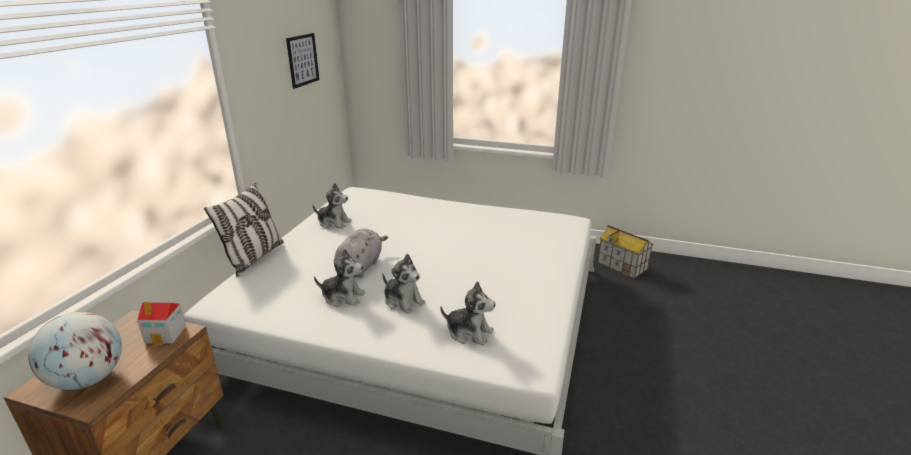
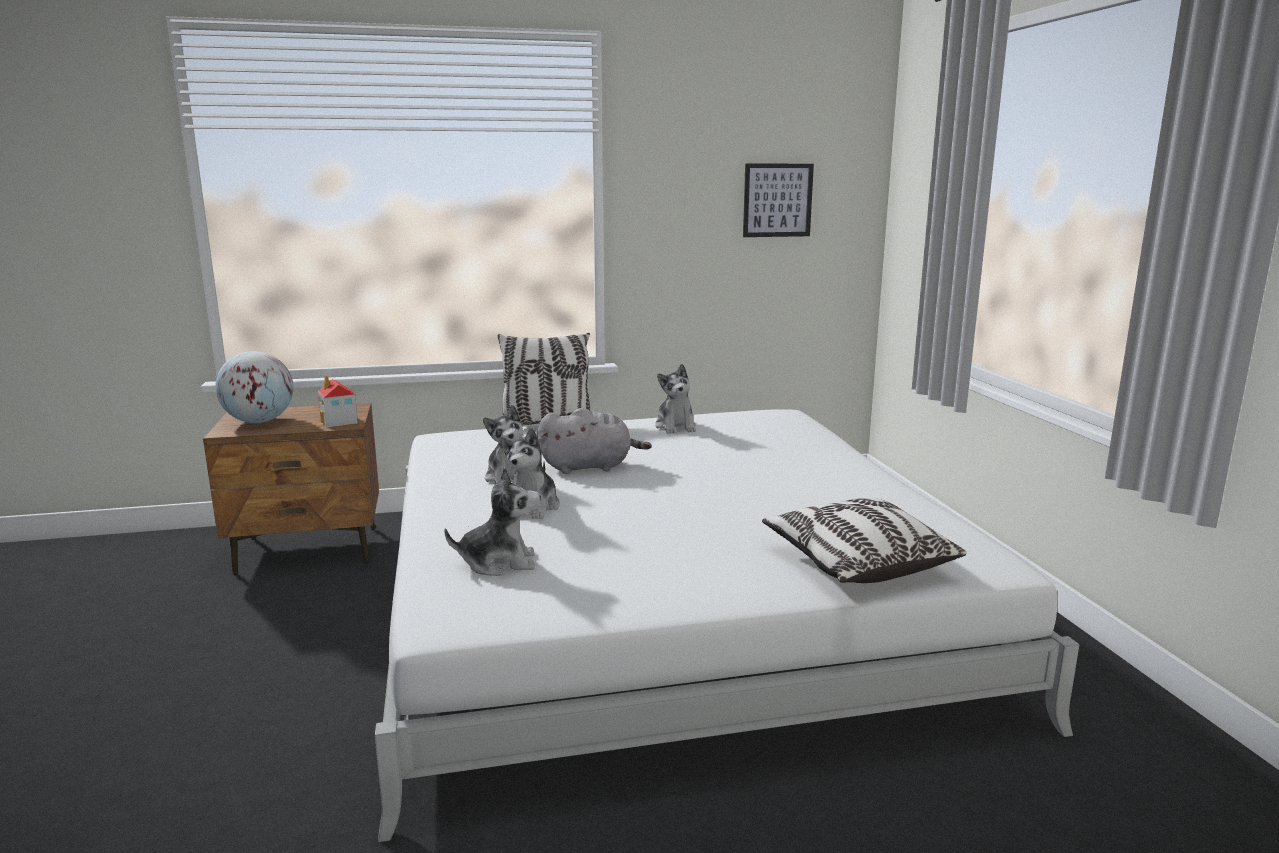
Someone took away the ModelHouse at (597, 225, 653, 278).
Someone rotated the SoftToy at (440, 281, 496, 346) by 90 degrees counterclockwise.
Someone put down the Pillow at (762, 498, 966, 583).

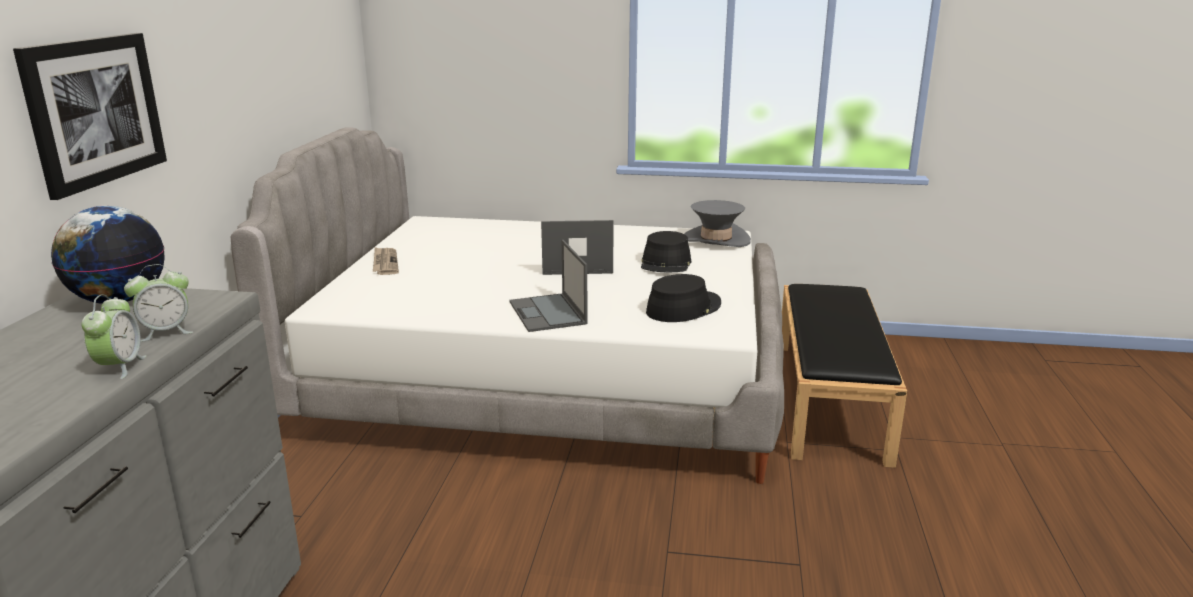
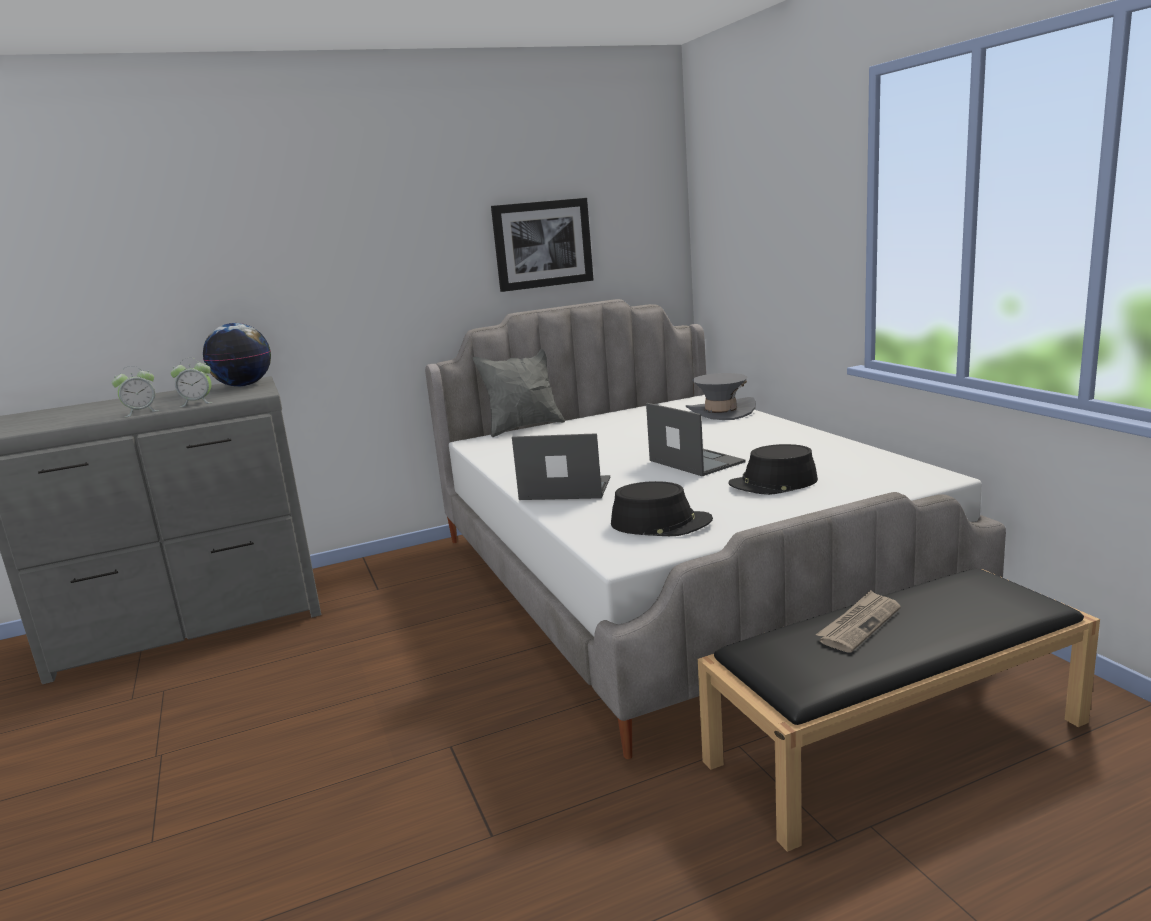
Someone carried the WallArt from (13, 33, 167, 200) to (491, 198, 594, 292).
Someone carried the GrayClothingHat from (684, 200, 751, 247) to (686, 373, 756, 420).
Someone rotated the Laptop at (509, 240, 588, 332) by 60 degrees clockwise.
Someone carried the Newspaper from (373, 247, 399, 275) to (816, 590, 901, 653).
Someone rotated the AlarmClock at (124, 264, 193, 342) by 45 degrees counterclockwise.
Someone put down the GrayPillow at (473, 349, 565, 437).

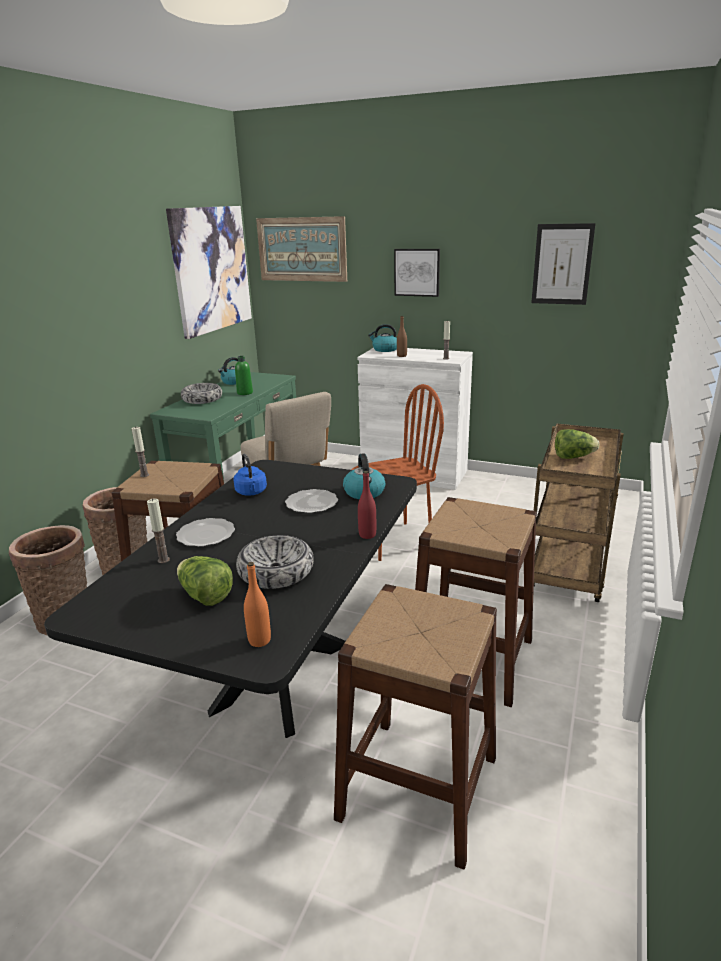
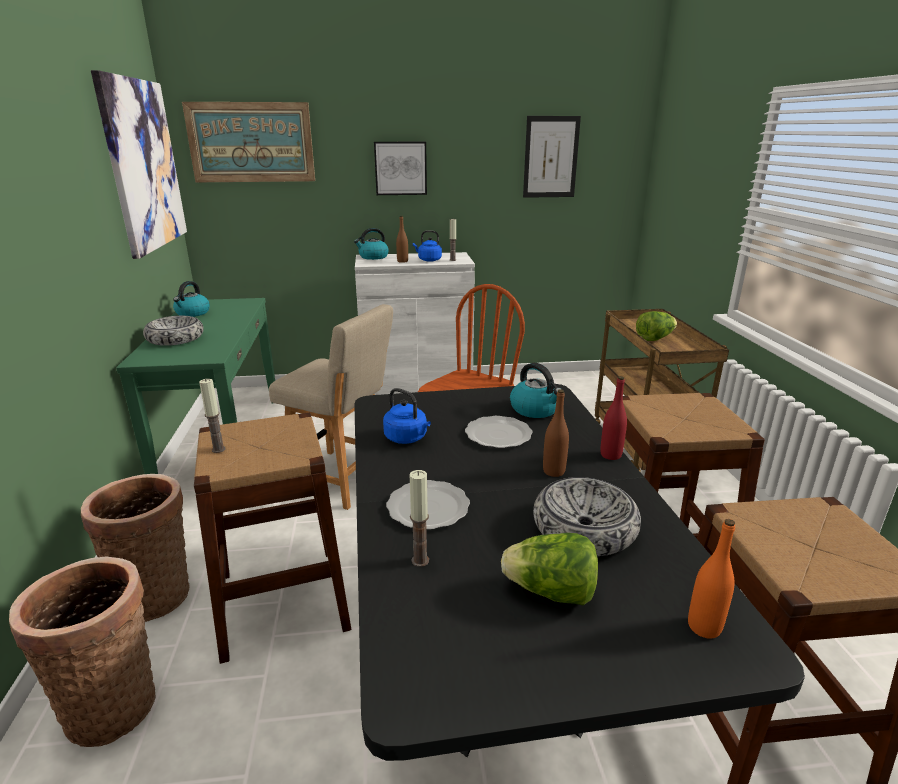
Someone took away the GreenColouredBottle at (235, 356, 253, 395).
Someone put down the BluishTeaKettle at (413, 230, 442, 262).
Someone put down the BrownishBottle at (543, 389, 569, 477).

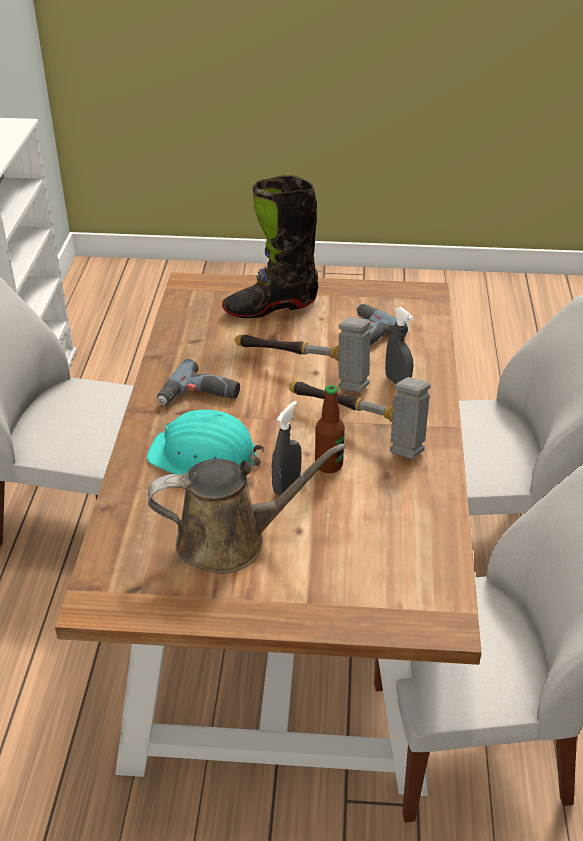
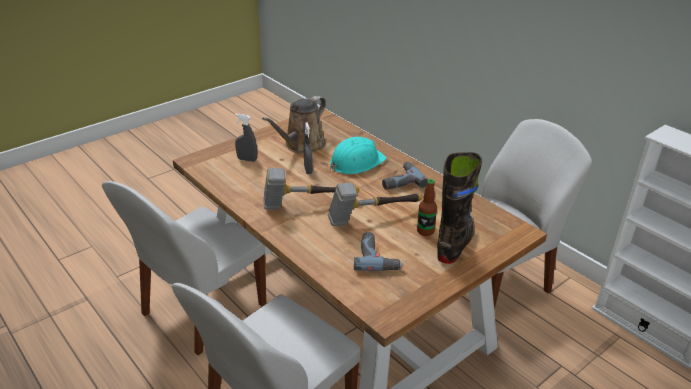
Someone carried the GraySprayer from (385, 307, 414, 384) to (235, 114, 257, 162).
Someone carried the Bottle from (315, 385, 345, 473) to (417, 179, 437, 236).

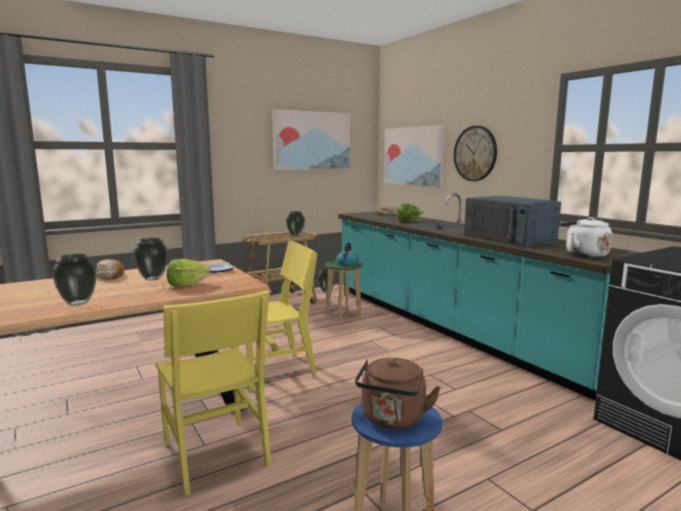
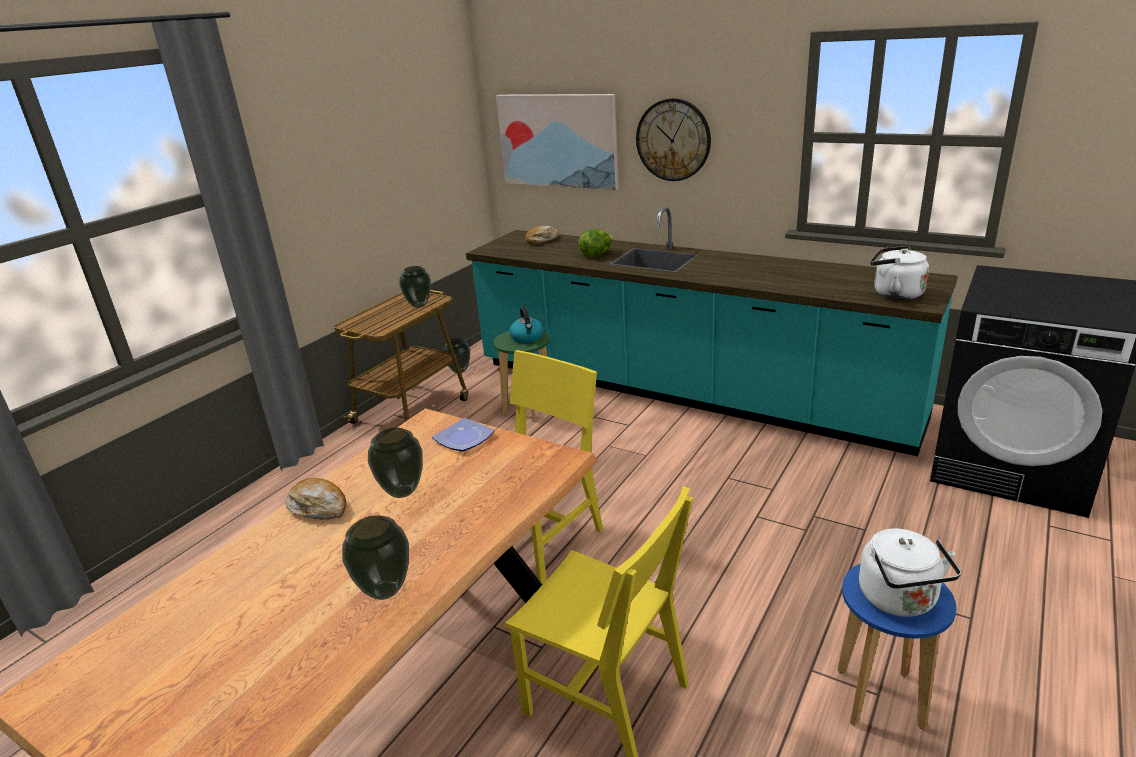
Someone took away the WallArt at (272, 109, 350, 170).
Someone took away the BluishMicrowave at (464, 196, 561, 247).
Someone took away the HeadOfLettuce at (166, 259, 211, 287).
Someone repainted the BrownishTeaKettle at (355, 358, 441, 429), which became the WhiteTeaKettle at (859, 529, 961, 617).

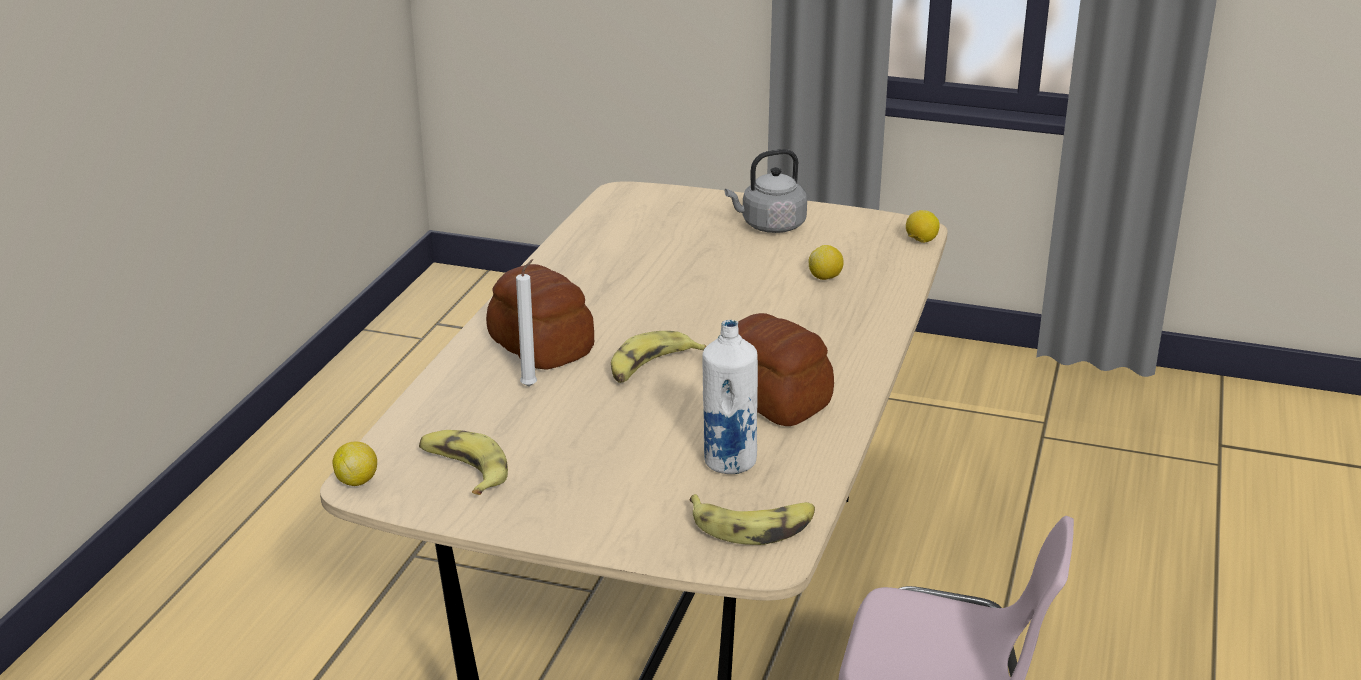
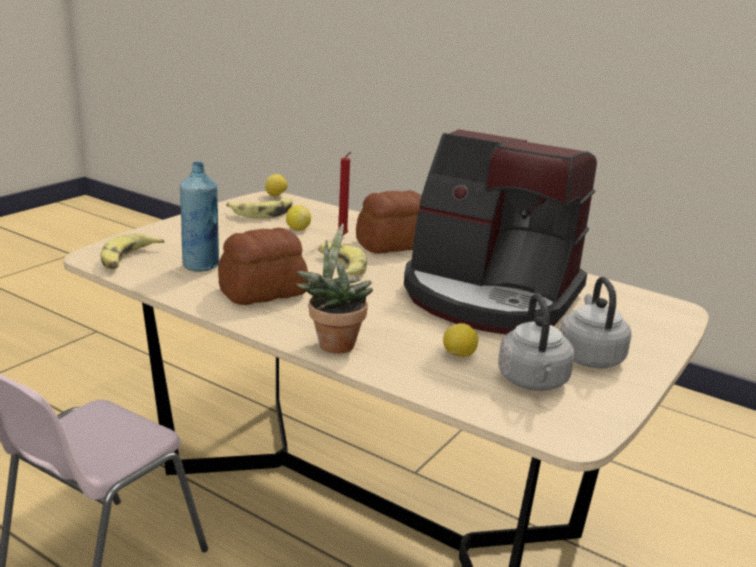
Someone carried the CitrusFruit from (906, 210, 940, 243) to (286, 205, 311, 230).
Someone repainted the WhiteWaxLight at (516, 259, 537, 387), which became the ReddishWaxLight at (337, 152, 351, 235).
Someone repainted the WhiteBottle at (702, 320, 758, 474), which became the BluishBottle at (180, 162, 219, 272).
Someone put down the CoffeeMaker at (404, 129, 597, 335).
Someone put down the PlantInAPot at (296, 224, 373, 354).
Someone put down the GrayTeaKettle at (498, 293, 575, 391).

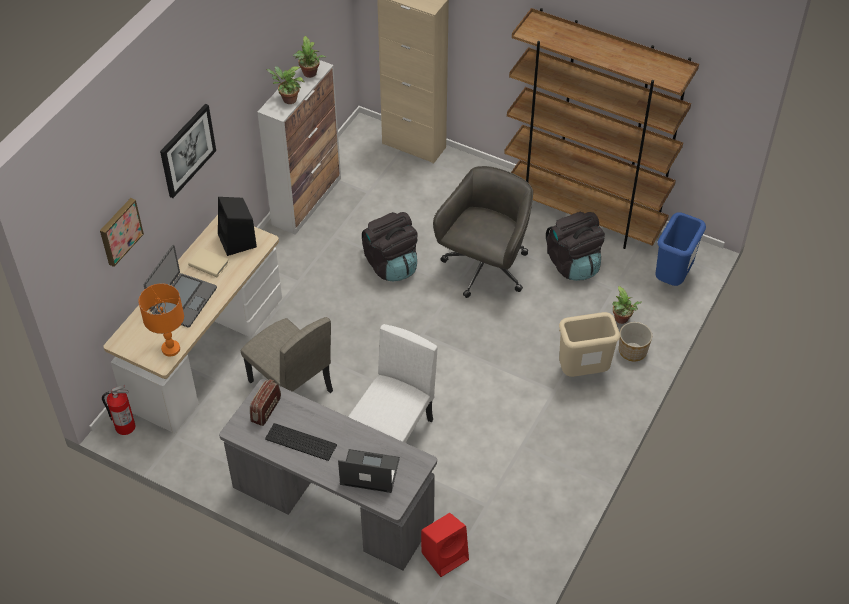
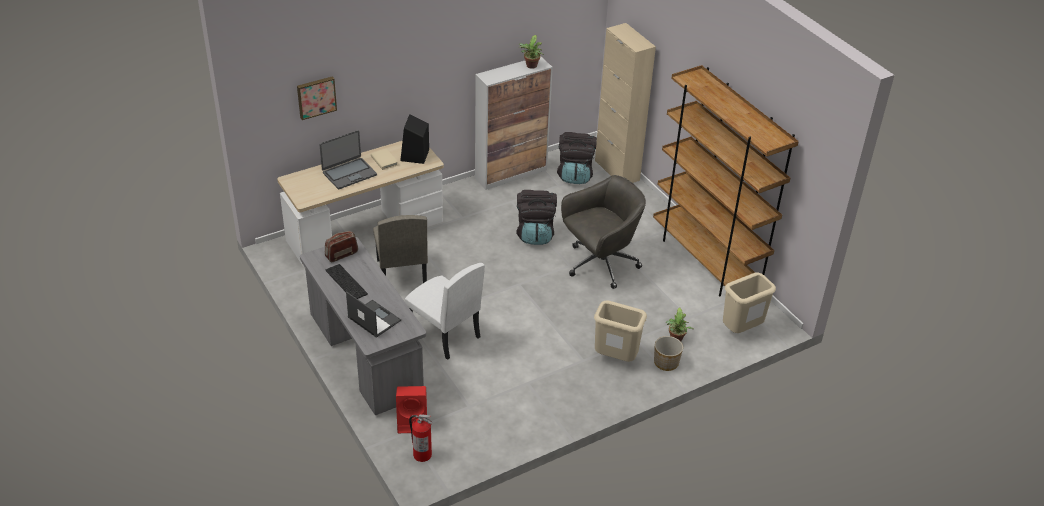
Someone took away the PlantInAPot at (266, 66, 305, 104).
Someone took away the WallArt at (160, 104, 216, 198).
Someone carried the BlackishRucksack from (546, 212, 605, 281) to (557, 132, 597, 184).
Someone repainted the BluishRubbishBin at (655, 212, 706, 286), which became the SandColouredRubbishBin at (723, 272, 776, 333).
Someone took away the OrangeyLampForATable at (139, 283, 184, 356).
Someone rotated the WhiteUprightChair at (348, 324, 437, 443) by 75 degrees clockwise.
Someone carried the FireExtinguisher from (102, 385, 135, 435) to (409, 414, 433, 462).

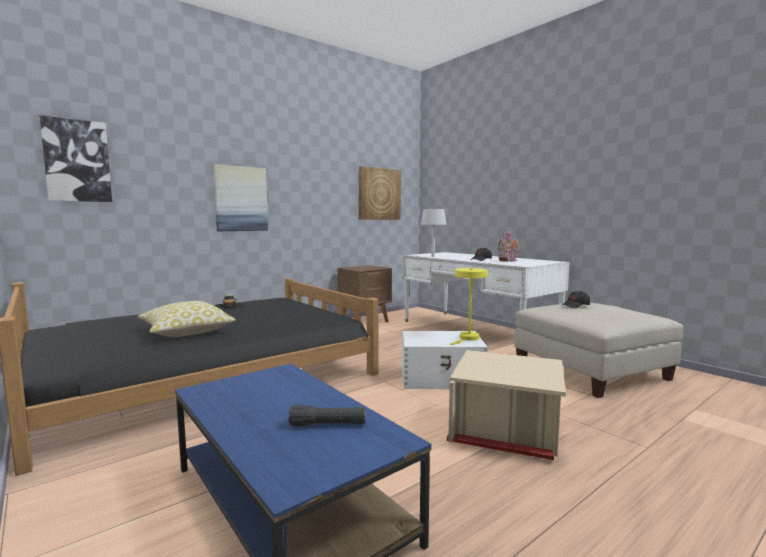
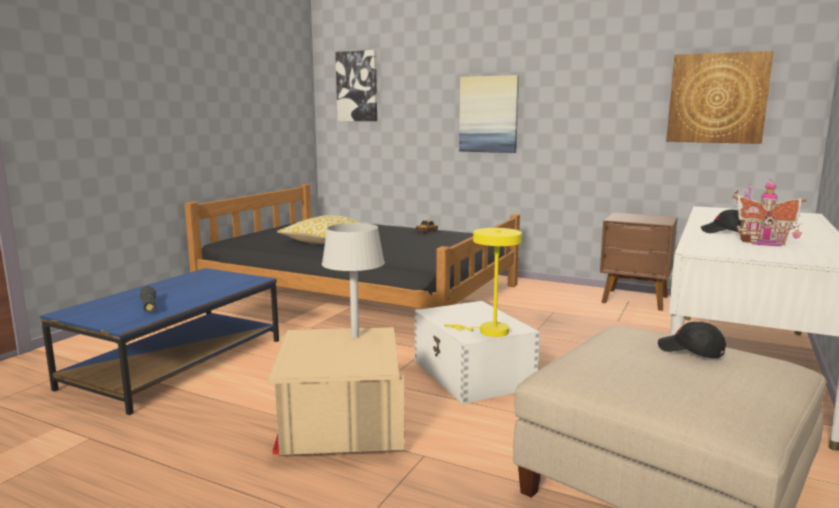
Someone carried the GrayLampForATable from (420, 209, 447, 257) to (322, 223, 385, 338).

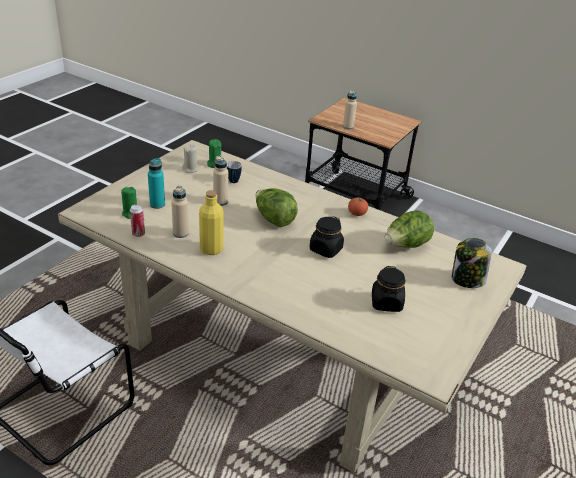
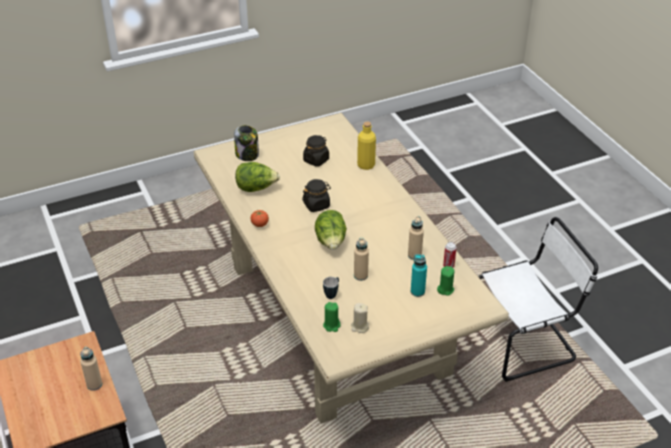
Someone carried the YellowBottle from (199, 190, 223, 255) to (357, 122, 376, 170).

